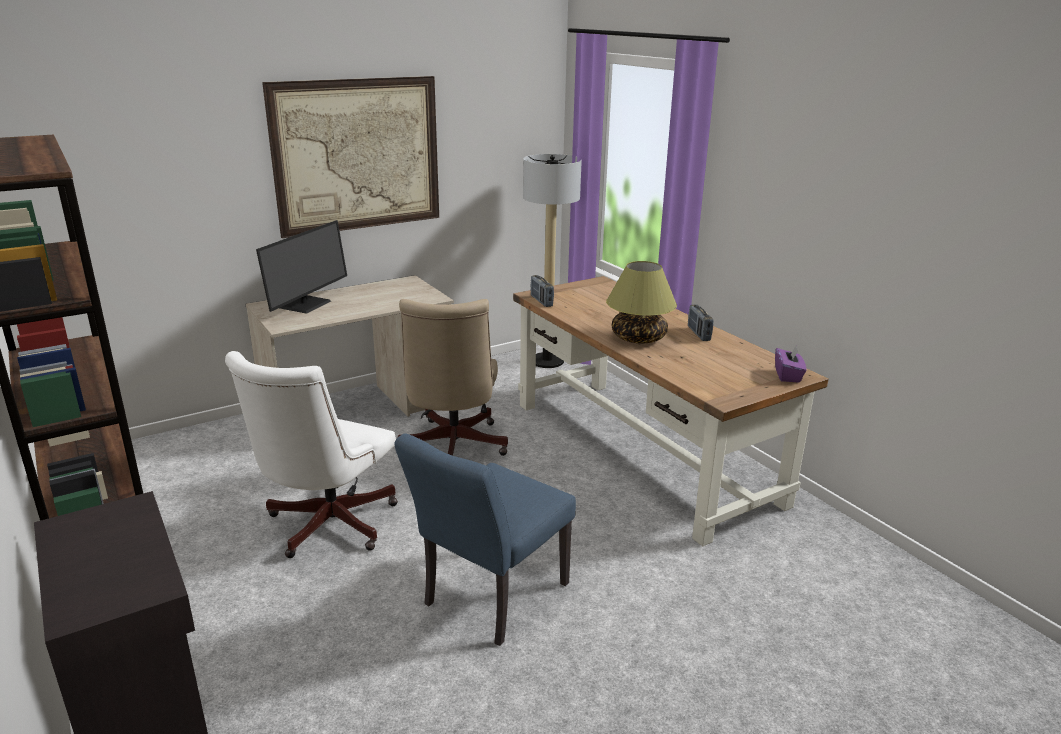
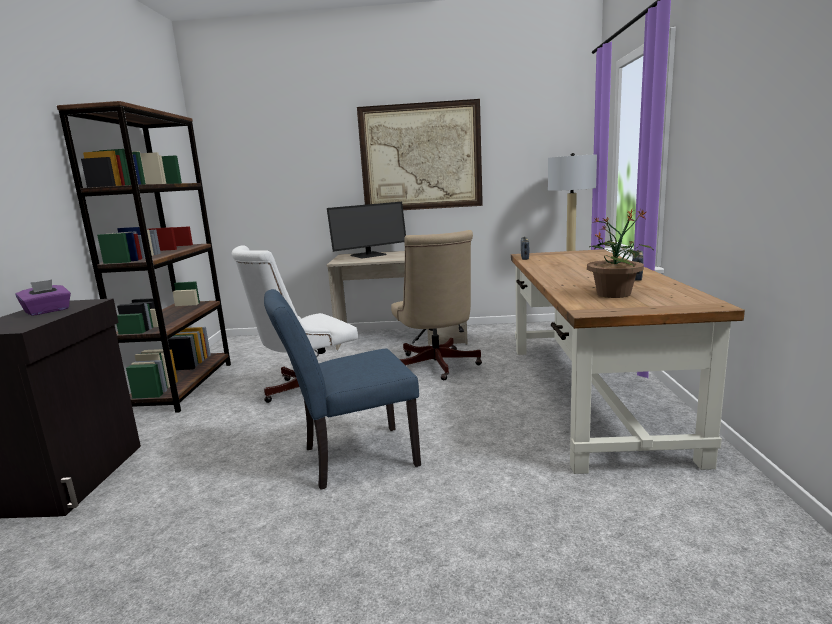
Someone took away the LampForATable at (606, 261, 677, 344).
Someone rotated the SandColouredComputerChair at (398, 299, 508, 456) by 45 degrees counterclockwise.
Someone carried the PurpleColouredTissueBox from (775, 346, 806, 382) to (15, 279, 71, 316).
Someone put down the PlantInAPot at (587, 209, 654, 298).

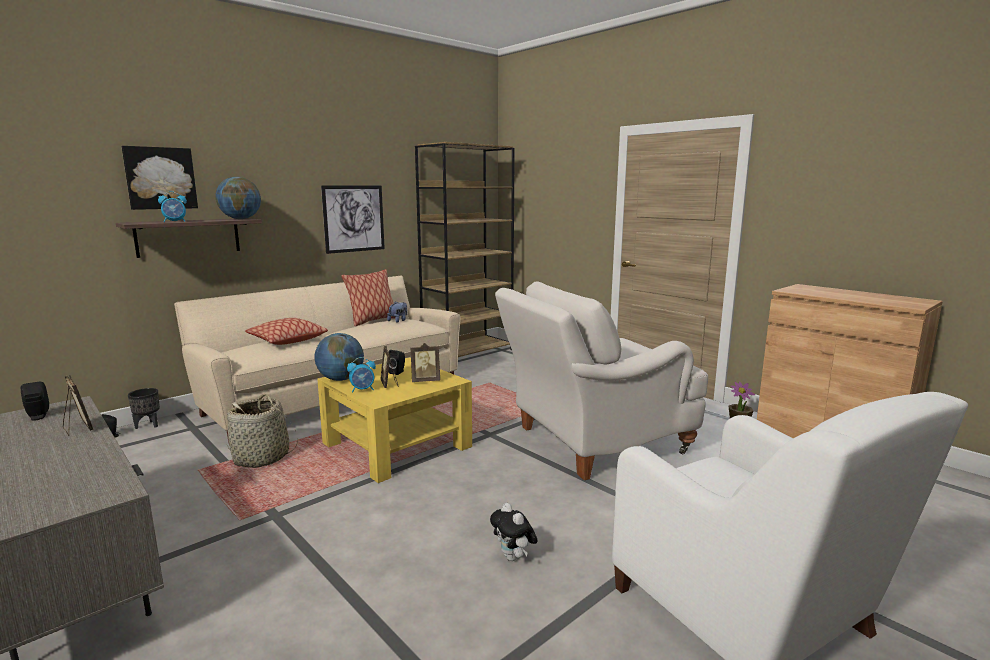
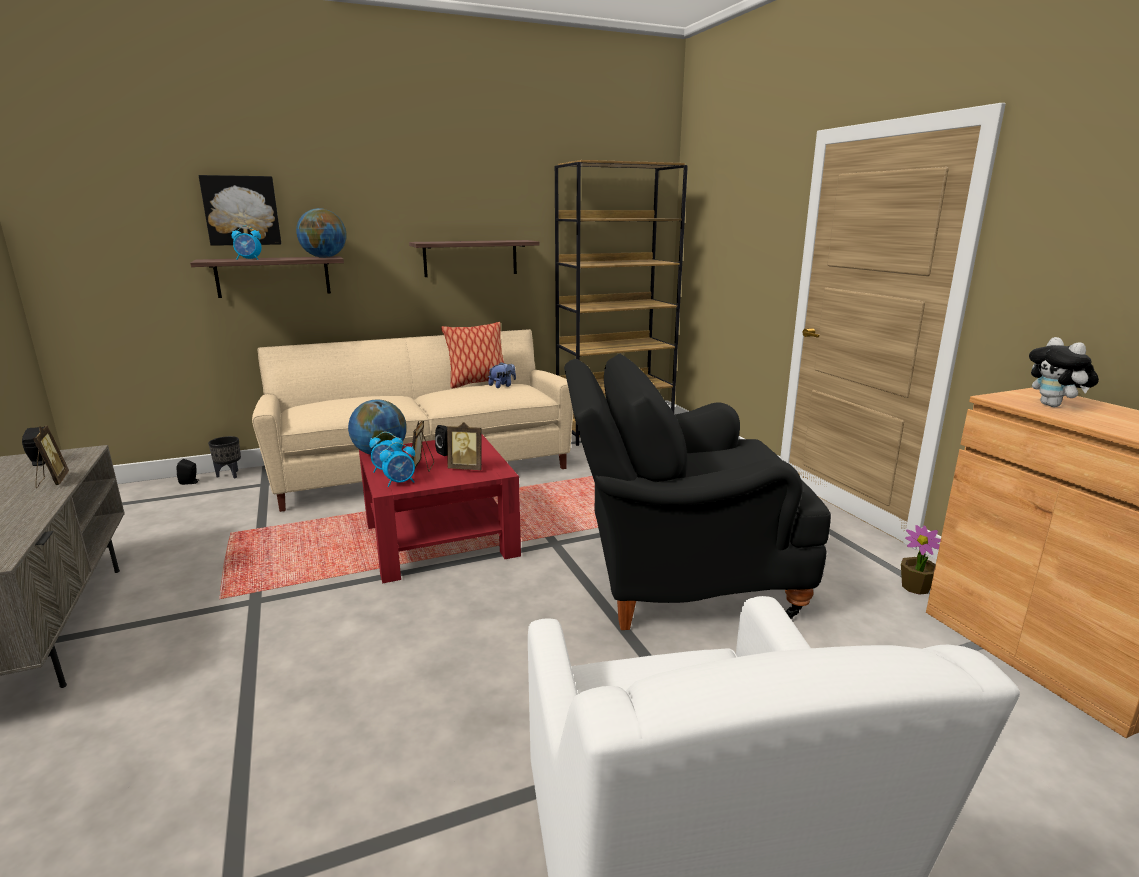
Someone swapped the WallArt at (321, 185, 385, 254) for the BracketShelf at (409, 240, 539, 277).
Someone repainted the WhiteEasyChair at (495, 281, 708, 480), which became the BlackishEasyChair at (564, 354, 831, 630).
Someone took away the Pillow at (245, 318, 328, 345).
Someone repainted the YellowLowTable at (317, 357, 472, 483), which became the ReddishLowTable at (359, 434, 521, 583).
Someone took away the HouseholdBasket at (226, 394, 298, 468).
Someone carried the SoftToy from (490, 503, 538, 561) to (1029, 337, 1099, 407).
Someone put down the AlarmClock at (380, 442, 415, 487).

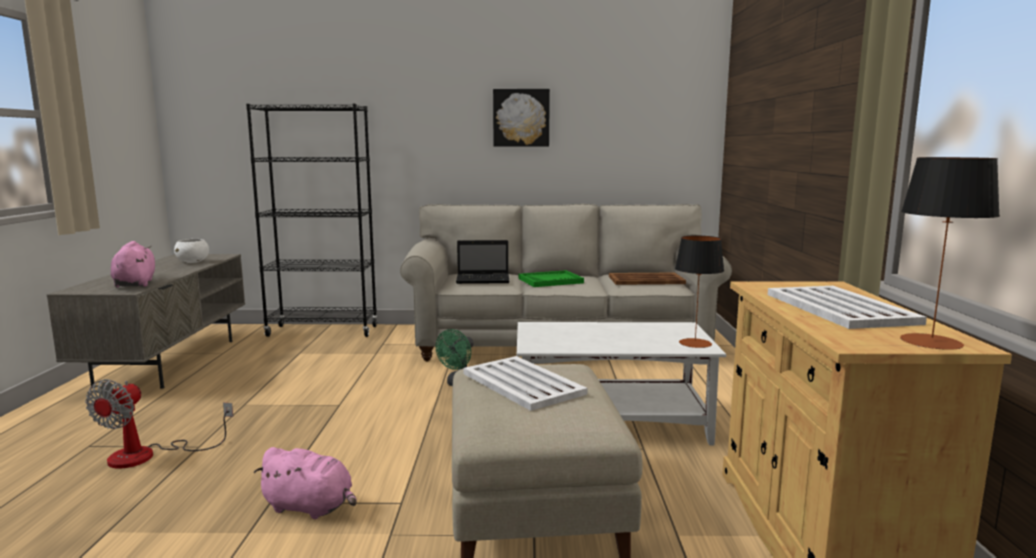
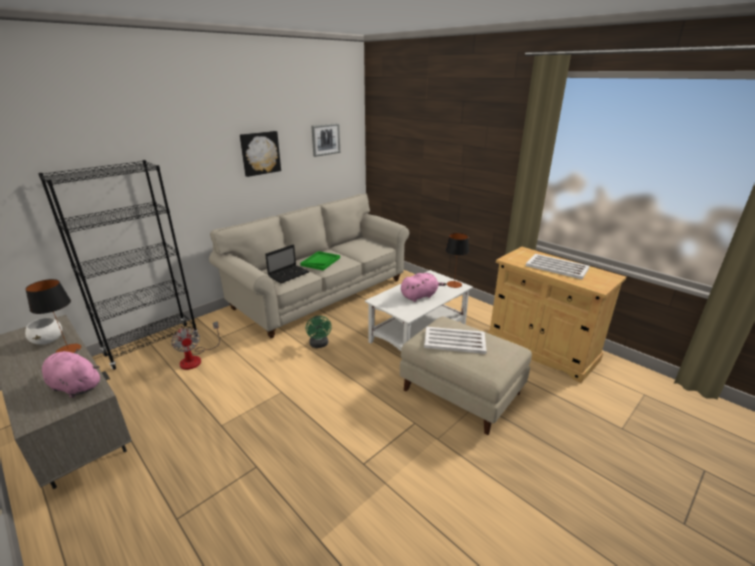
Someone carried the LampForATable from (900, 157, 1000, 350) to (25, 279, 81, 353).
Someone took away the BrownishCarryingTray at (609, 272, 686, 285).
Someone carried the Fan from (85, 379, 233, 469) to (171, 321, 220, 370).
Someone carried the PinkSoftToy from (254, 447, 357, 519) to (401, 273, 446, 302).
Someone put up the WallArt at (311, 123, 340, 157).

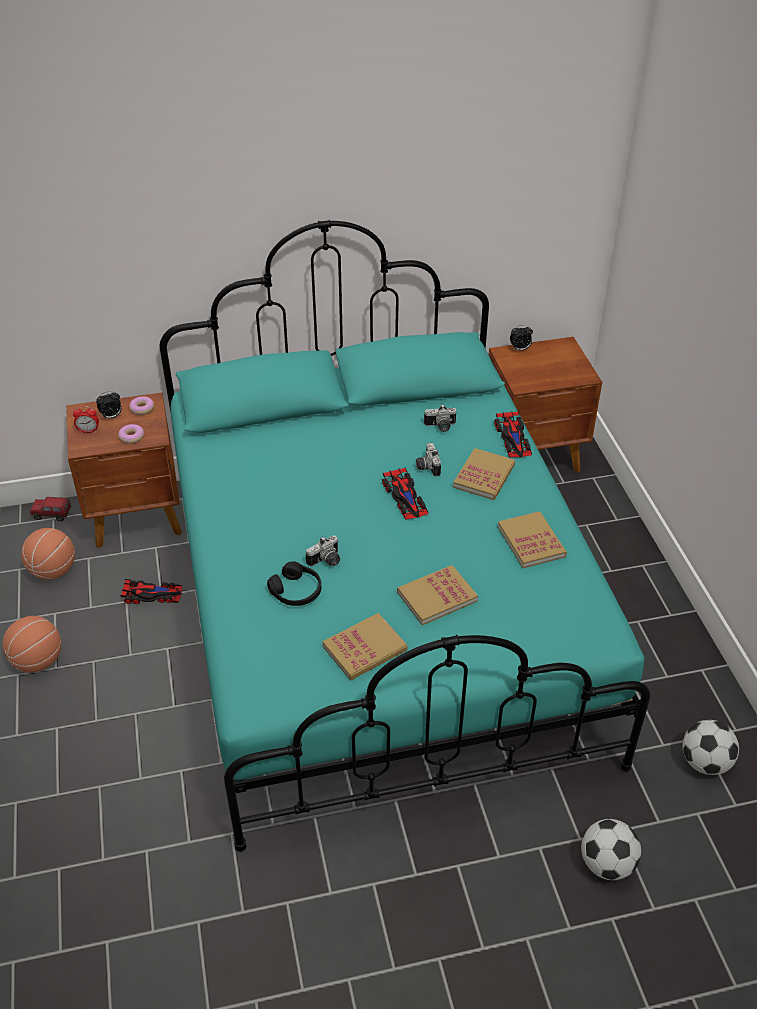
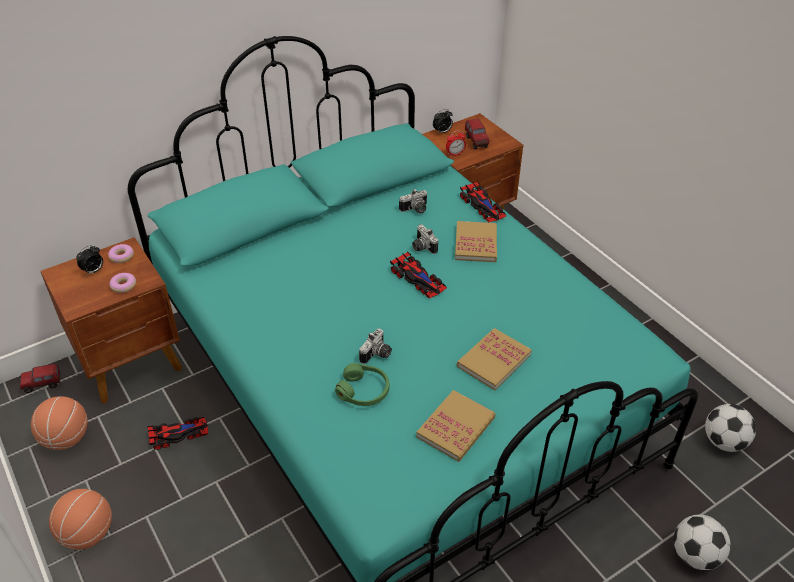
Someone carried the AlarmClock from (73, 406, 99, 433) to (446, 130, 466, 156).
Someone took away the Volume at (498, 511, 567, 568).
Someone repainted the BlackishHeadset at (267, 561, 321, 606), which became the GreenColouredHeadset at (335, 363, 389, 406).
Someone put down the ToyLorry at (465, 119, 490, 150).

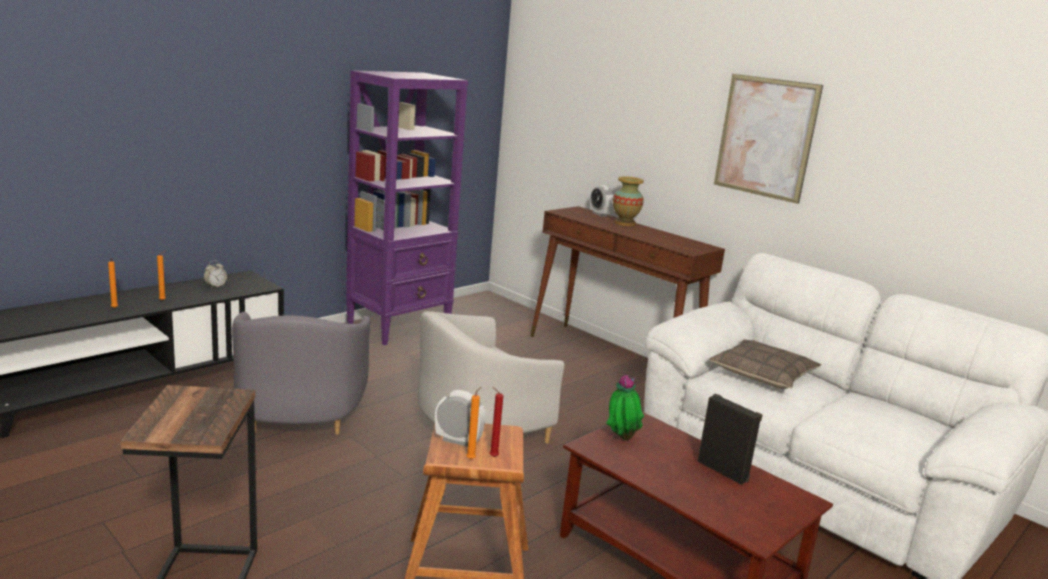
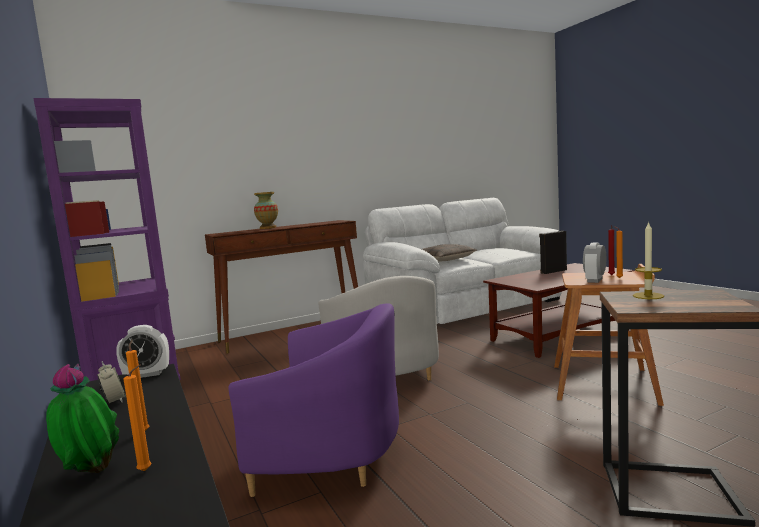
Someone took away the WallArt at (714, 74, 823, 204).
Someone carried the AlarmClock from (590, 185, 613, 217) to (116, 325, 169, 378).
Someone repainted the GrayEasyChair at (232, 312, 370, 434), which became the PurpleColouredEasyChair at (229, 303, 399, 497).
Someone carried the PlantInAPot from (606, 375, 644, 440) to (46, 364, 119, 473).
Someone put down the WaxLight at (633, 221, 664, 299).

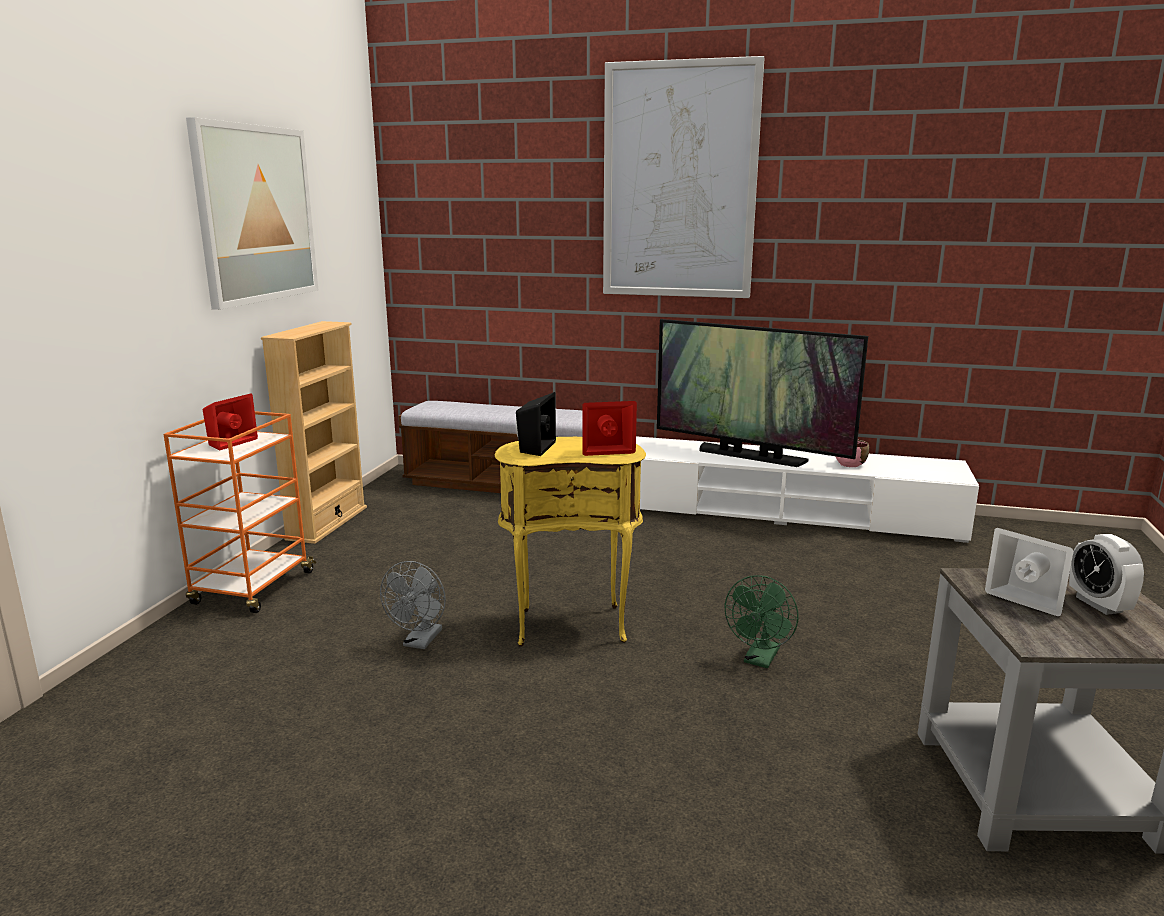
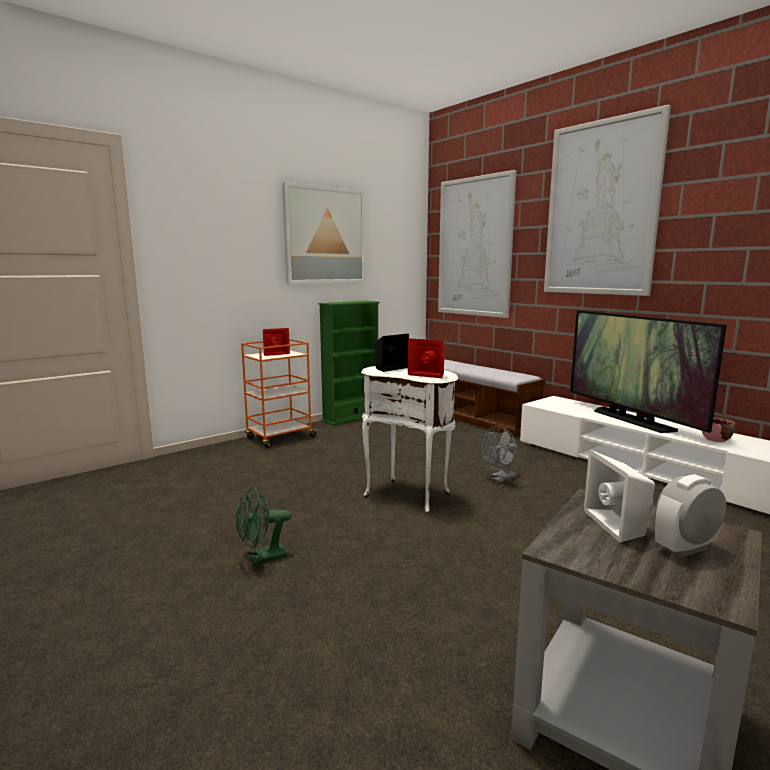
Someone repainted the SandColouredShelvingUnit at (261, 321, 367, 544), which became the GreenColouredShelvingUnit at (319, 301, 380, 425).
Someone repainted the YellowEndTable at (495, 437, 646, 647), which became the WhiteEndTable at (361, 366, 458, 513).
Someone rotated the AlarmClock at (1069, 534, 1144, 615) by 45 degrees clockwise.
Someone carried the GrayFan from (380, 561, 446, 649) to (481, 427, 518, 483).
Someone carried the GreenColouredFan from (725, 575, 798, 668) to (236, 487, 291, 565).
Someone put up the WallArt at (438, 170, 516, 318).

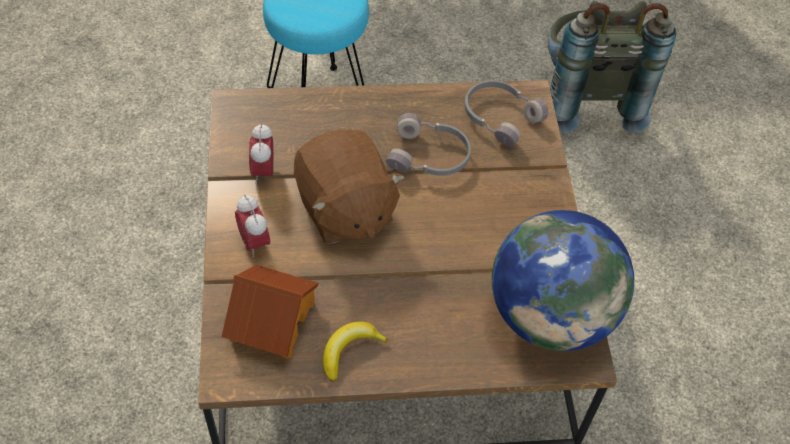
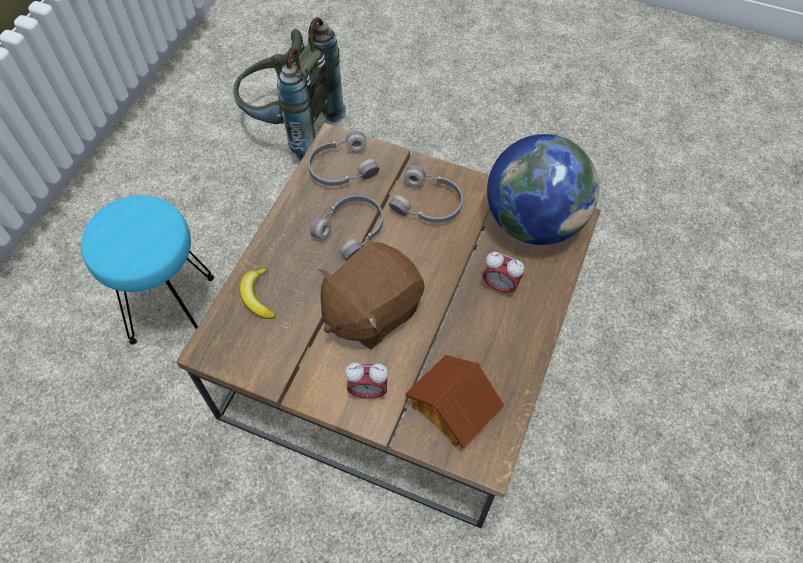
Someone carried the AlarmClock from (249, 123, 274, 184) to (483, 252, 524, 296).
Someone rotated the BrownishSoftToy at (294, 129, 405, 243) by 135 degrees clockwise.
Someone carried the WholeBanana from (323, 321, 390, 382) to (240, 268, 275, 319).
Someone put down the GrayHeadset at (389, 165, 463, 223).

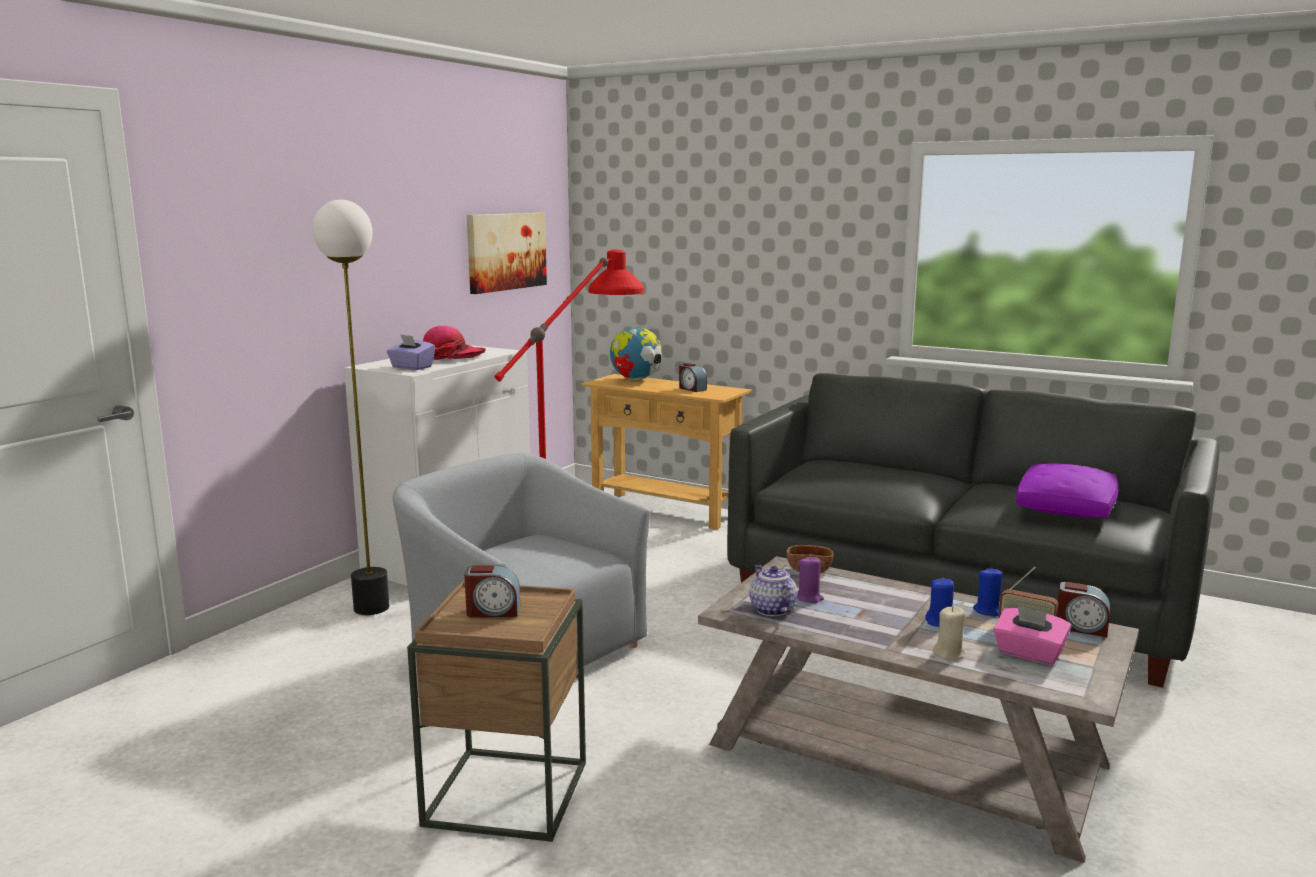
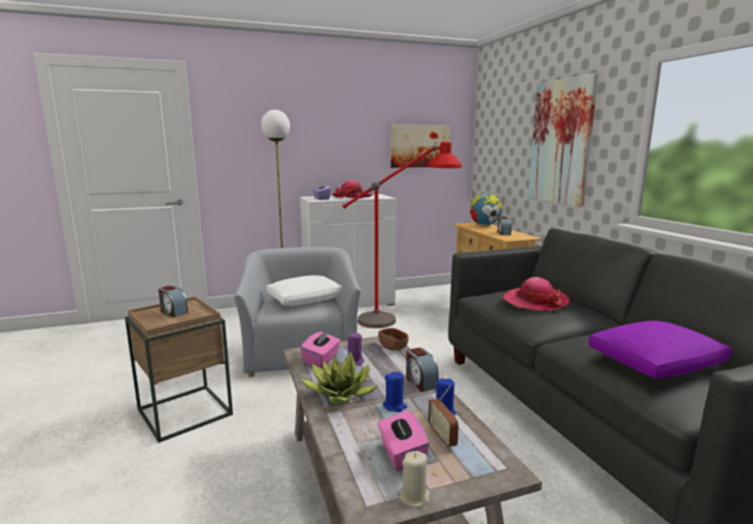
Someone swapped the TeaPot at (749, 565, 797, 616) for the PinkTissueBox at (300, 329, 341, 368).
Someone carried the AlarmClock from (1057, 582, 1110, 637) to (406, 348, 439, 392).
Someone carried the SandColouredWaxLight from (933, 606, 965, 660) to (399, 451, 430, 508).
Someone put up the WallArt at (528, 73, 598, 207).
Someone put down the WhitePillow at (266, 275, 342, 306).
Someone put down the ClothingHat at (503, 277, 570, 311).
Someone put down the PlantInAPot at (300, 352, 378, 404).

